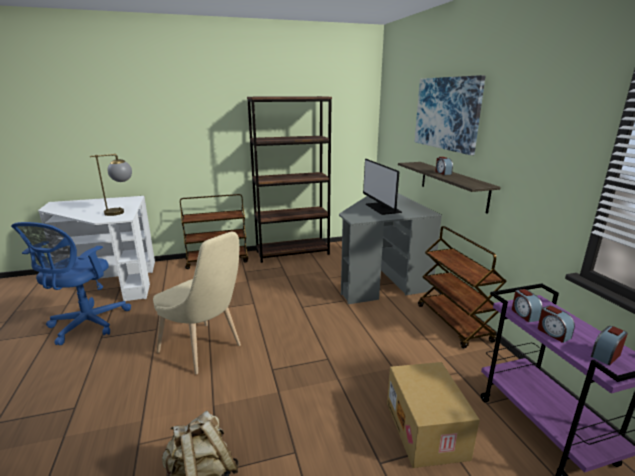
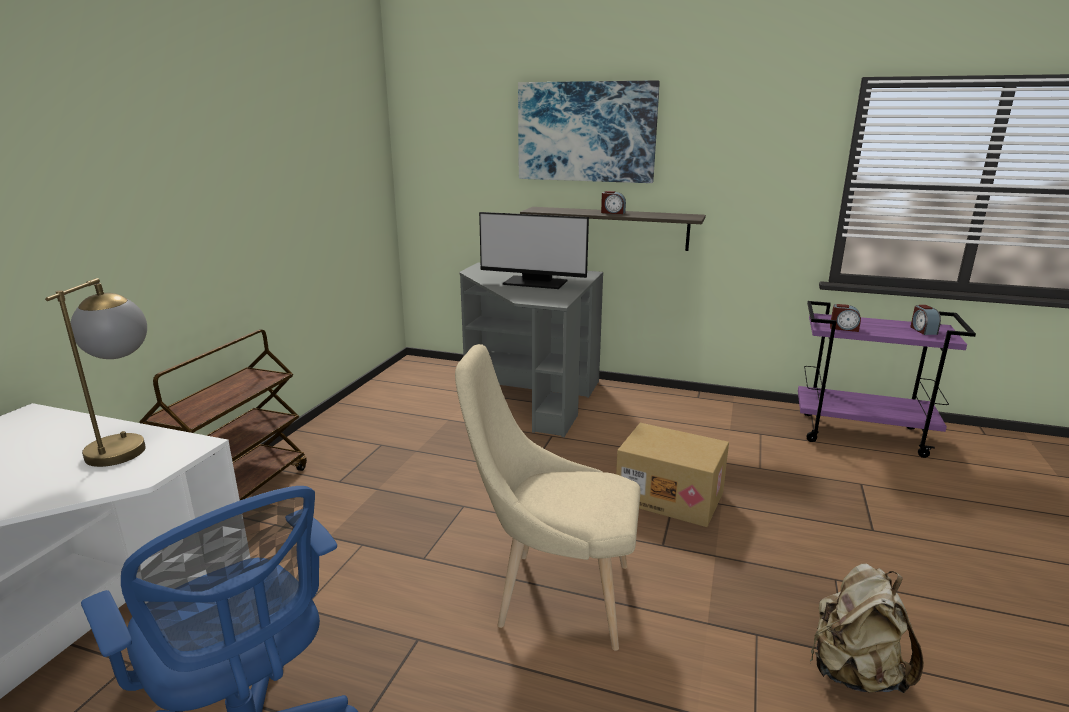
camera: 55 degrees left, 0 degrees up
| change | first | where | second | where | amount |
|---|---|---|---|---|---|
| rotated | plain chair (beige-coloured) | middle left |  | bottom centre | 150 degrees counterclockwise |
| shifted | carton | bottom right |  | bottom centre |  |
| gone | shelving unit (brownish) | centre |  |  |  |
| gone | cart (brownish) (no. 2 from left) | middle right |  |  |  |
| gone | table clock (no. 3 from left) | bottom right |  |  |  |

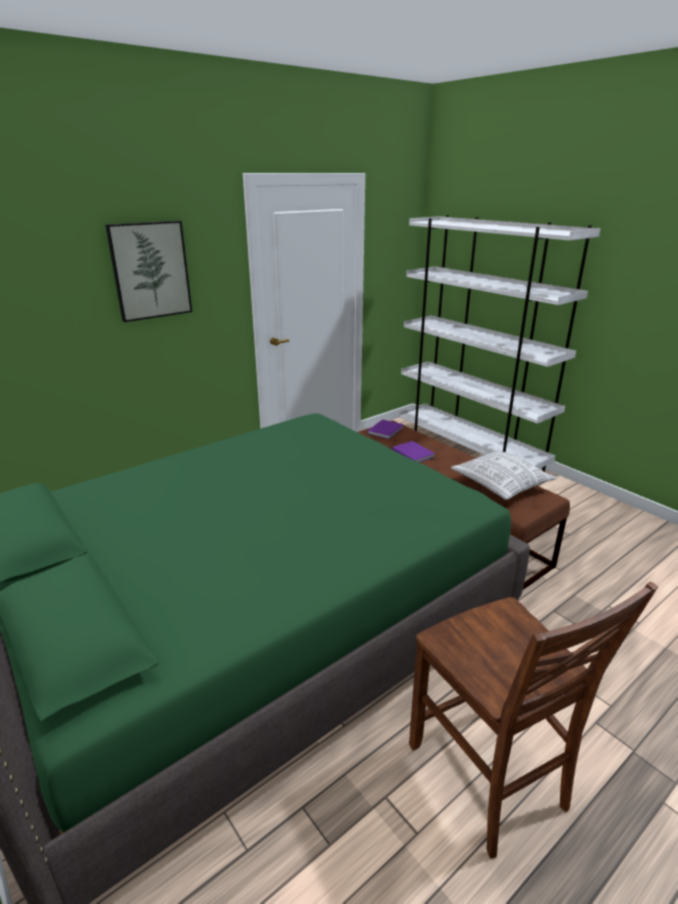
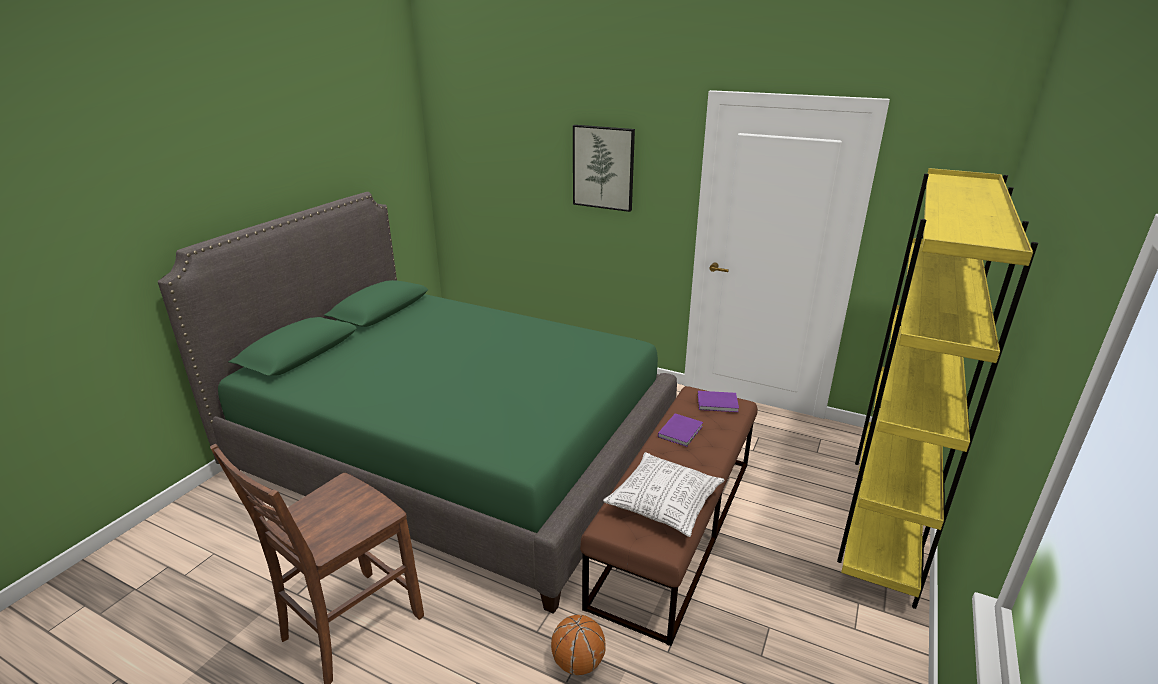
camera: 65 degrees right, 0 degrees up
| change | first | where | second | where | amount |
|---|---|---|---|---|---|
| new |  |  | basketball ball | bottom centre |  |
| repainted | shelving unit (whitish) | middle right | shelving unit (yellow-coloured) | middle right |  |

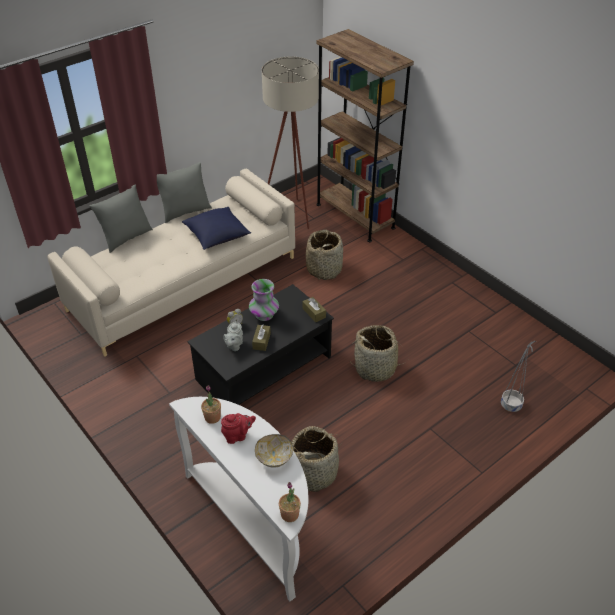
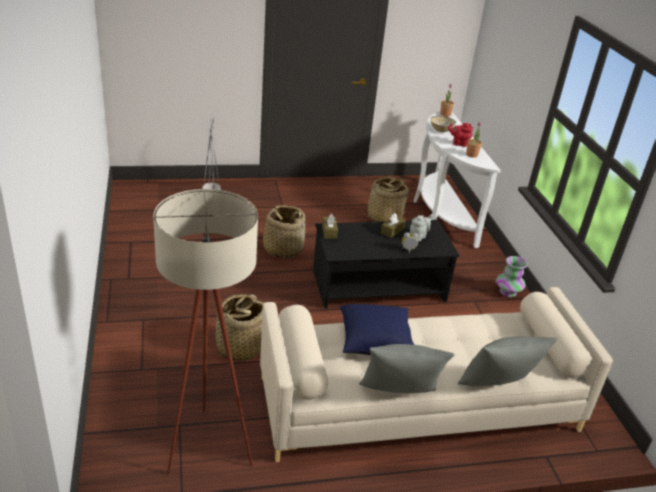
camera: 155 degrees left, 10 degrees down
| change | first | where | second | where | amount |
|---|---|---|---|---|---|
| shifted | vase | centre |  | middle right |  |
| gone | shelving unit (brownish) | top centre |  |  |  |

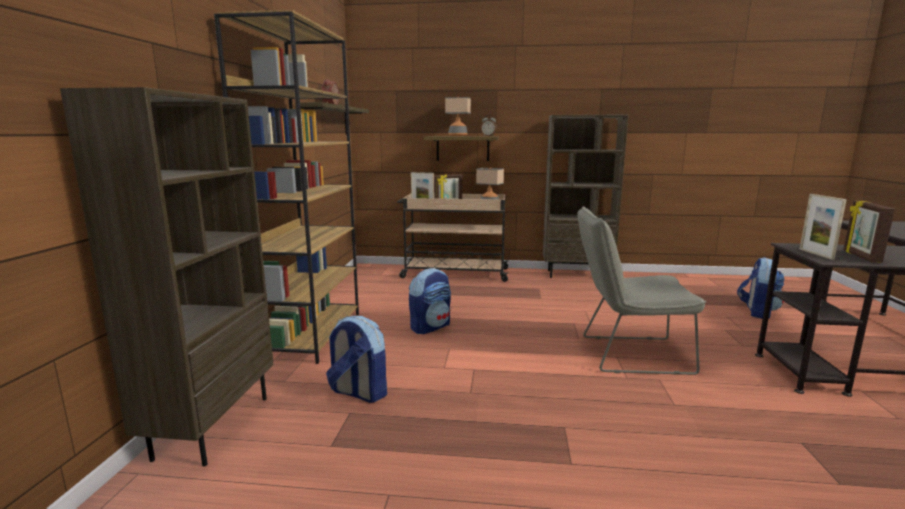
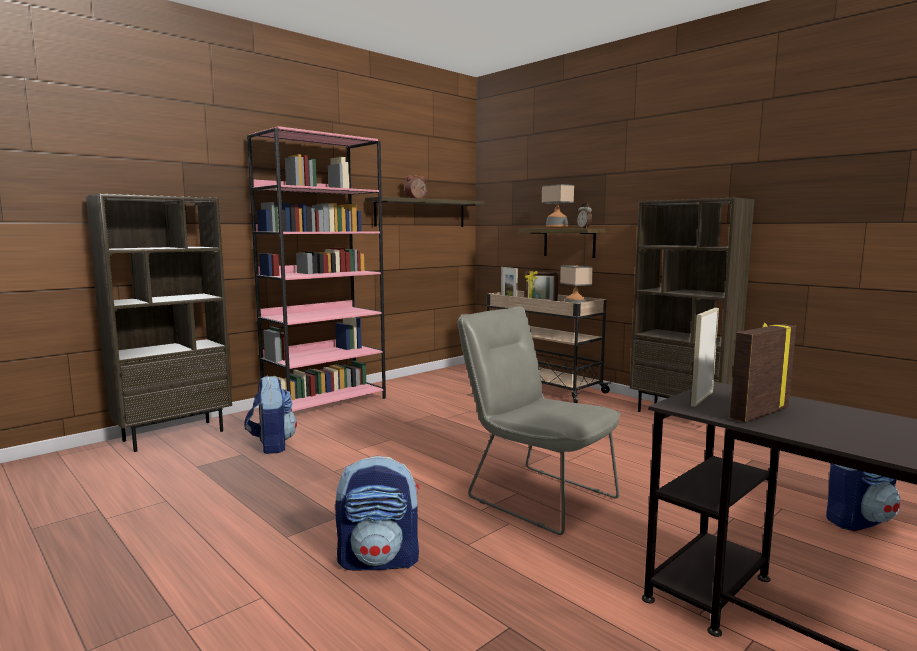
camera: 40 degrees right, 5 degrees down
| change | first | where | second | where | amount |
|---|---|---|---|---|---|
| repainted | shelving unit (brownish) (no. 2 from left) | middle left | shelving unit (pinkish) | centre |  |
| shifted | rucksack (no. 2 from left) | centre |  | bottom centre |  |

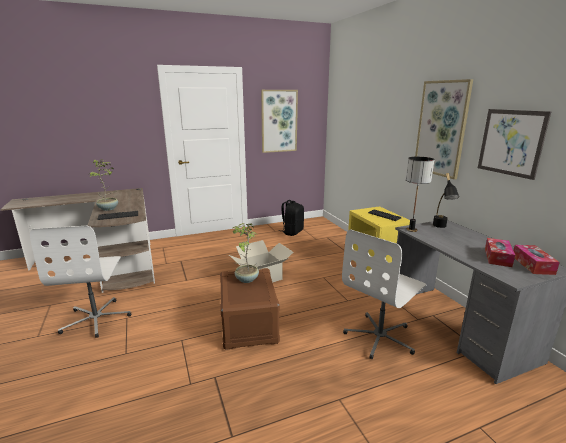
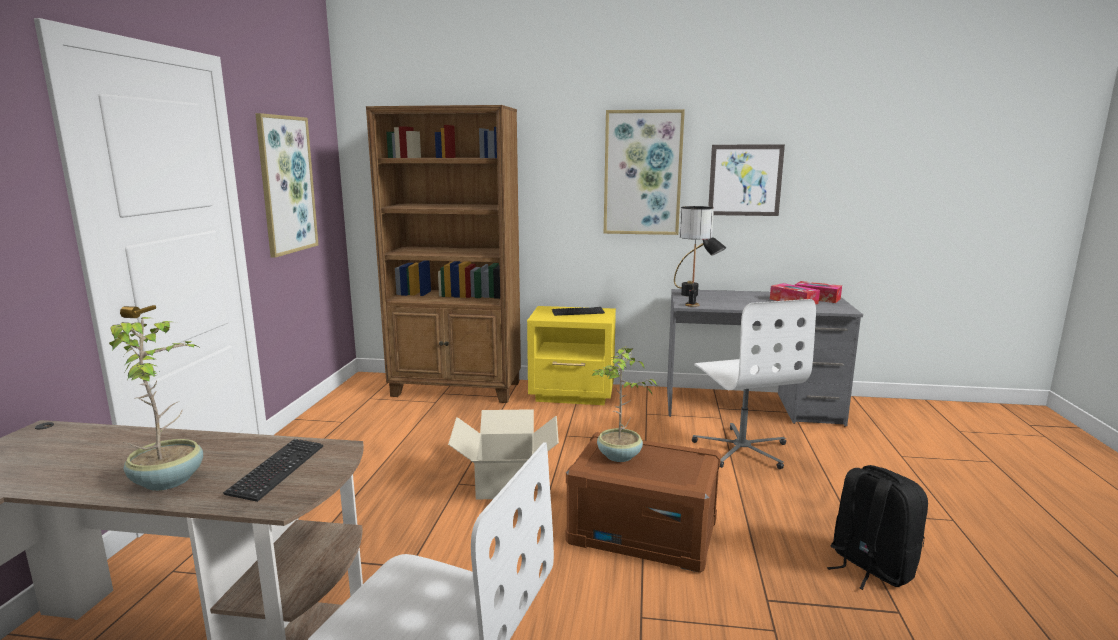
camera: 60 degrees left, 5 degrees down
| change | first | where | second | where | amount |
|---|---|---|---|---|---|
| new |  |  | shelving unit (brownish) | centre |  |
| shifted | rucksack (black) | centre |  | bottom right |  |

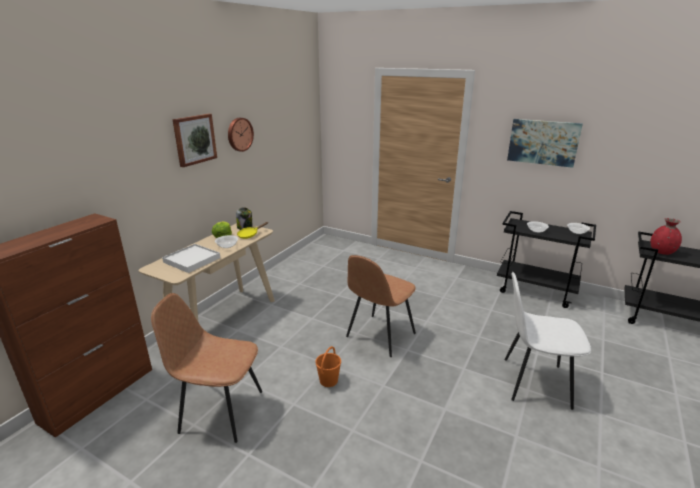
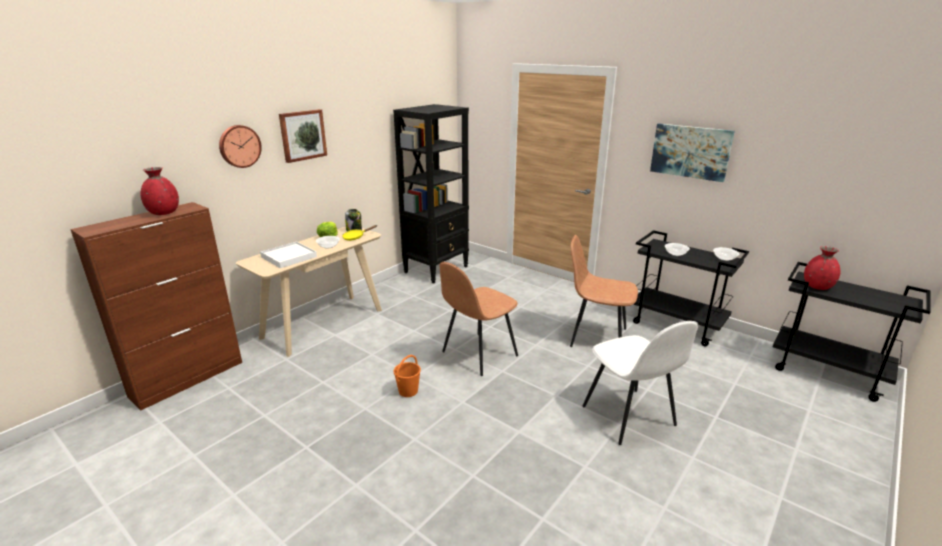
camera: 10 degrees right, 0 degrees up
| change | first | where | second | where | amount |
|---|---|---|---|---|---|
| new |  |  | vase (red-coloured) (no. 1 from left) | middle left |  |
| shifted | wall clock | top centre |  | top left |  |
| new |  |  | shelving unit (black) | centre |  |
| shifted | plain chair (brownish) (no. 1 from left in the first image) | bottom left | plain chair (brownish) (no. 2 from left) | centre |  |
| rotated | plain chair (whitish) | bottom right |  | bottom right | 135 degrees counterclockwise |

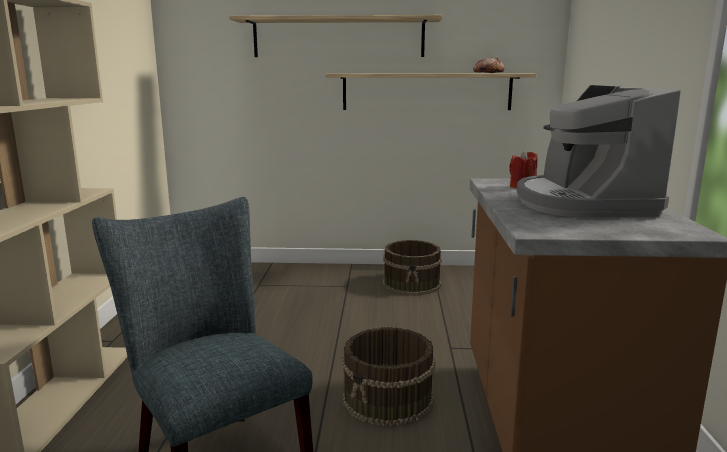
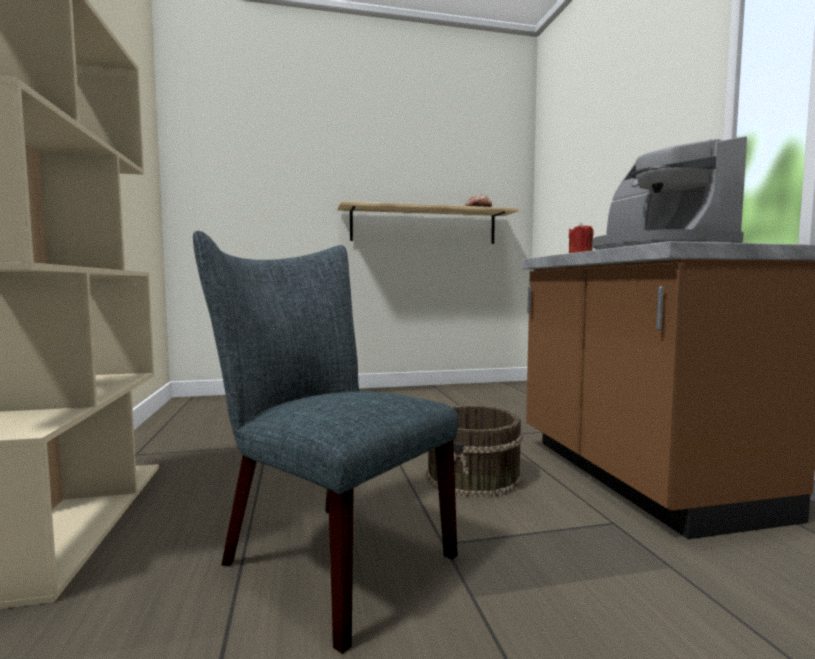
camera: 15 degrees left, 10 degrees down
| change | first | where | second | where | amount |
|---|---|---|---|---|---|
| gone | shelf (no. 1 from left) | top centre |  |  |  |
| gone | water bucket (brownish) (no. 2 from left) | centre |  |  |  |

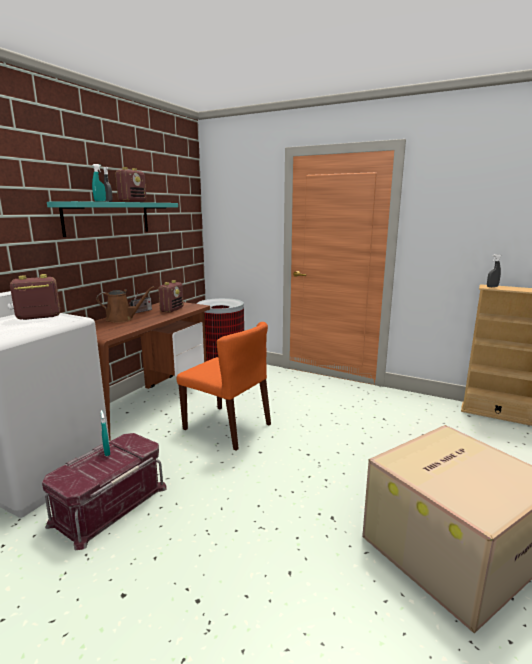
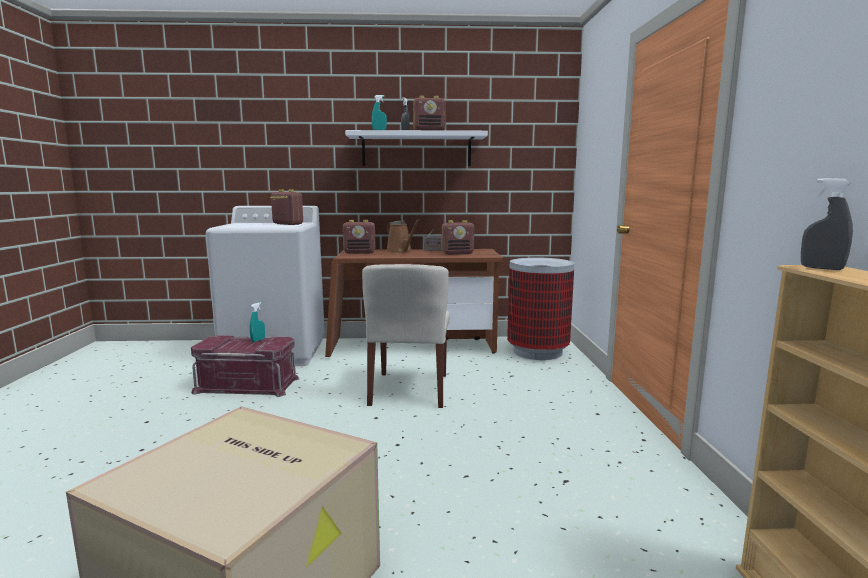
camera: 60 degrees right, 5 degrees down
| change | first | where | second | where | amount |
|---|---|---|---|---|---|
| new |  |  | radio set (no. 2 from left) | centre |  |
| repainted | shelf (blue-green) | top left | shelf (whitish) | top centre |  |
| repainted | plain chair (orange) | centre | plain chair (beige-coloured) | centre |  |

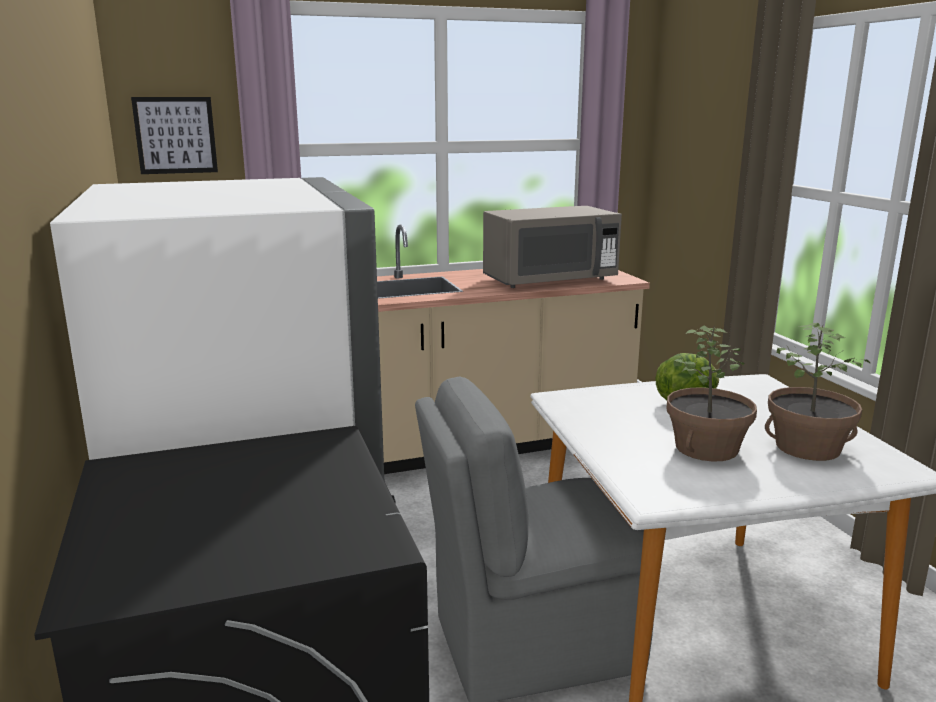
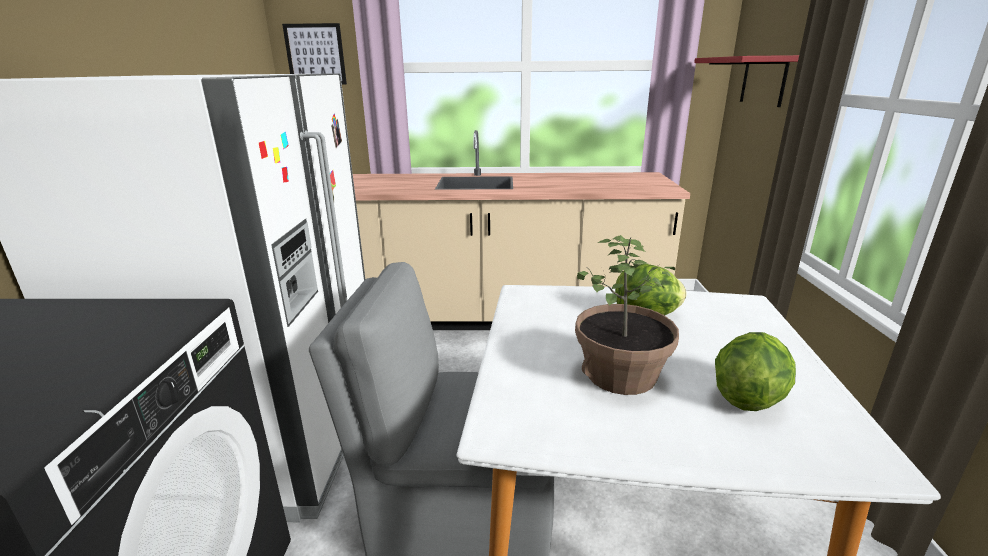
camera: 20 degrees right, 5 degrees up
| change | first | where | second | where | amount |
|---|---|---|---|---|---|
| new |  |  | shelf (red-coloured) | top right |  |
| swapped | plant in a pot (no. 2 from left) | middle right | lettuce (no. 2 from left) | bottom right |  |
| gone | kitchen microwave (greyish) | centre |  |  |  |

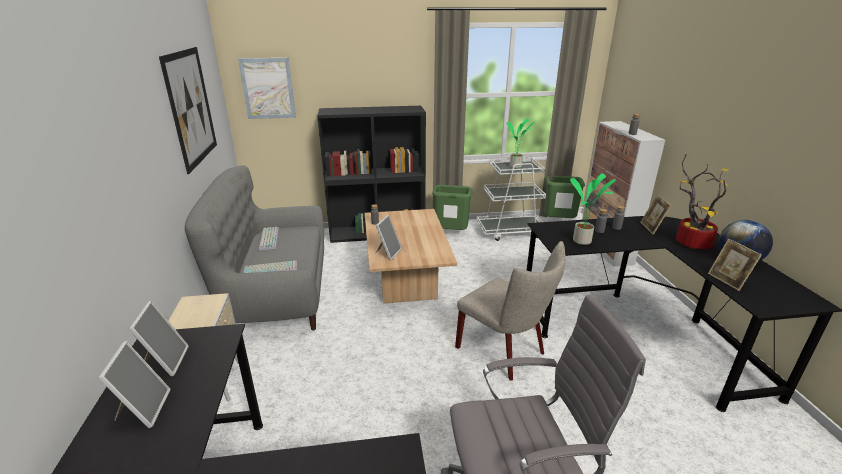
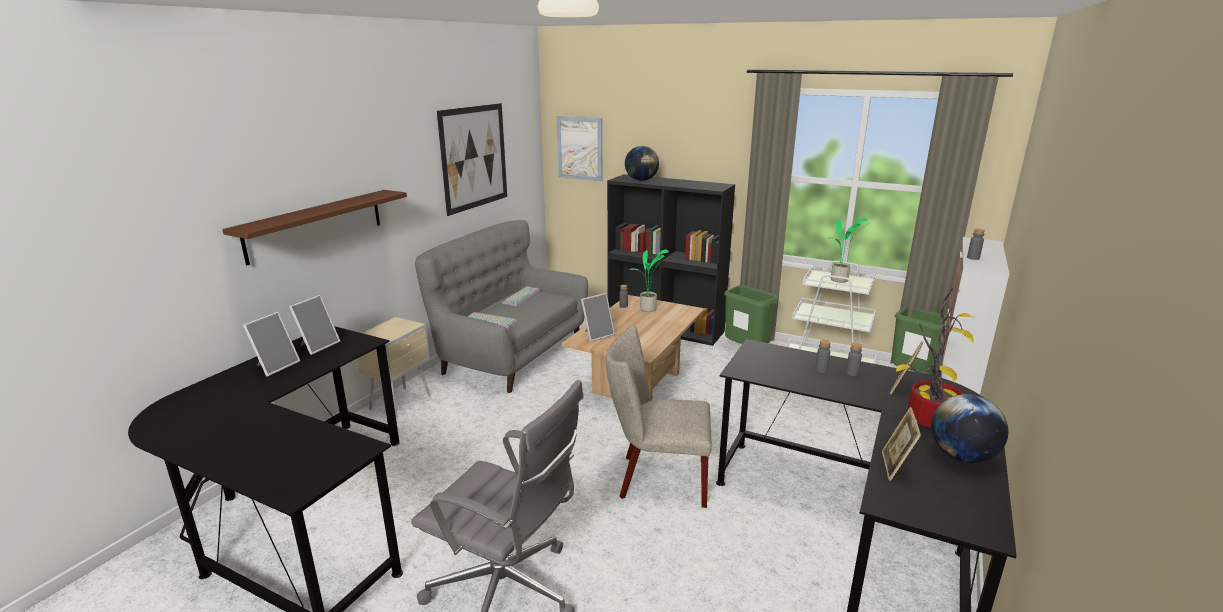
camera: 35 degrees right, 5 degrees down
| change | first | where | second | where | amount |
|---|---|---|---|---|---|
| new |  |  | shelf (brownish) | middle left |  |
| rotated | plain chair (beige-coloured) | centre |  | bottom centre | 105 degrees clockwise |
| new |  |  | desk globe (no. 1 from left) | top centre |  |
| shifted | plant in a pot (no. 2 from left in the first image) | middle right | plant in a pot (no. 1 from left) | centre |  |

